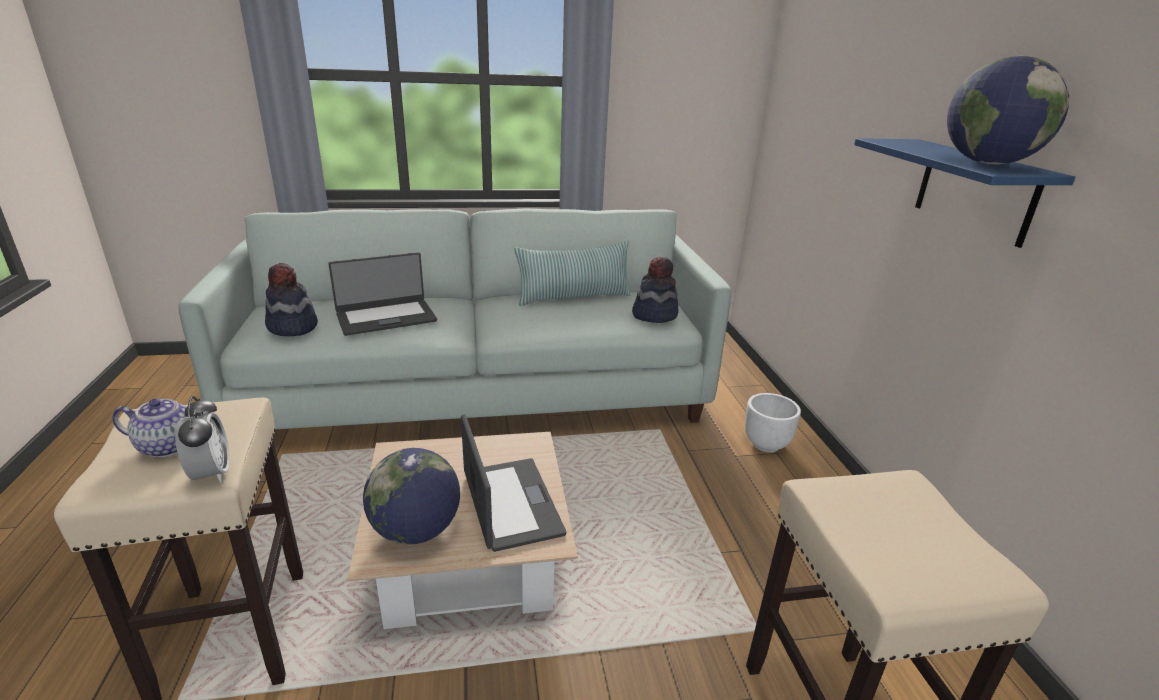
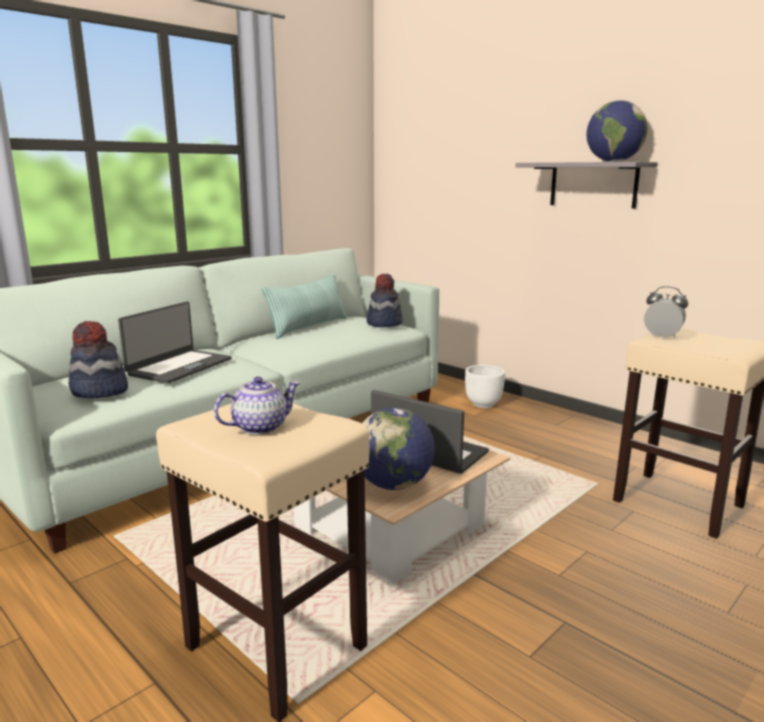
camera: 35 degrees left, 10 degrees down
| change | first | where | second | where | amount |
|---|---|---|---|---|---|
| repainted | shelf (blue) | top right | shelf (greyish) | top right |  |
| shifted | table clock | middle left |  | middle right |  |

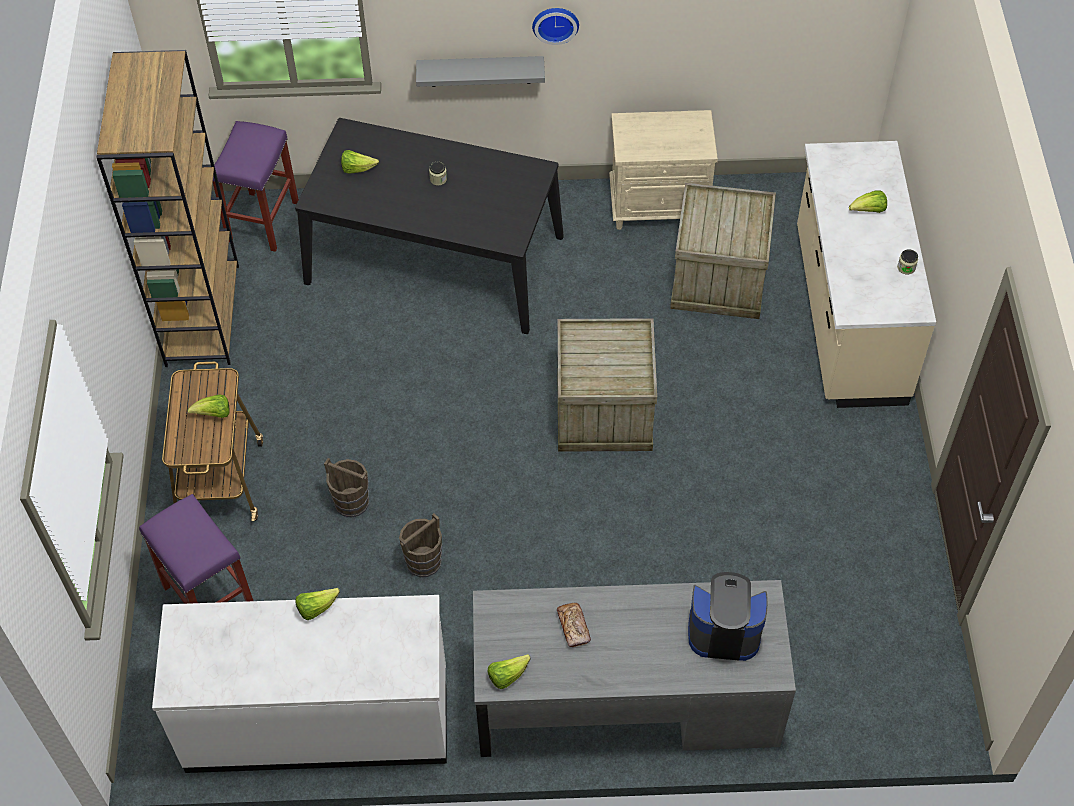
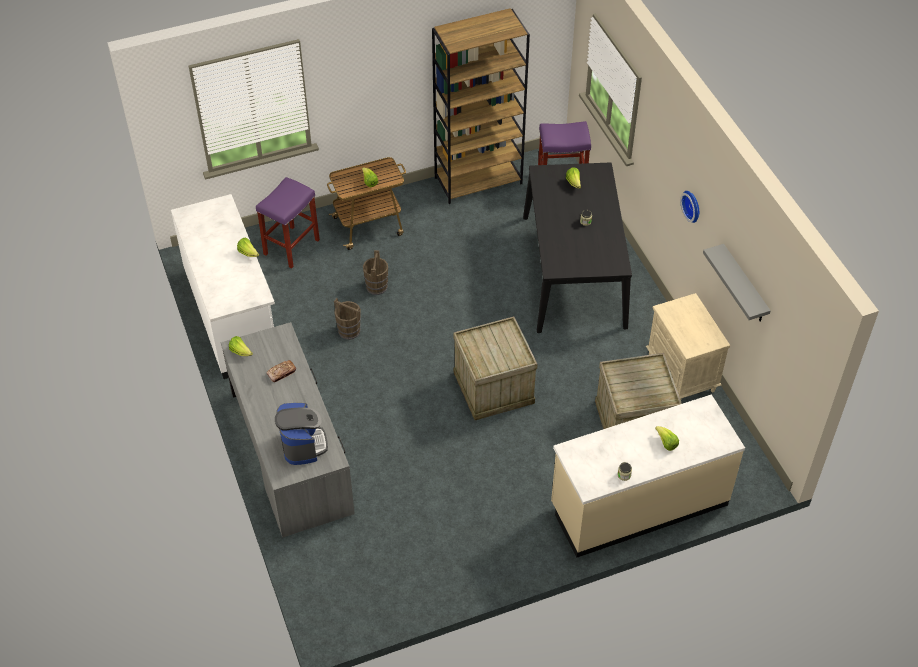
camera: 70 degrees right, 5 degrees down
| change | first | where | second | where | amount |
|---|---|---|---|---|---|
| shifted | shelf (greyish) | top centre |  | middle right |  |

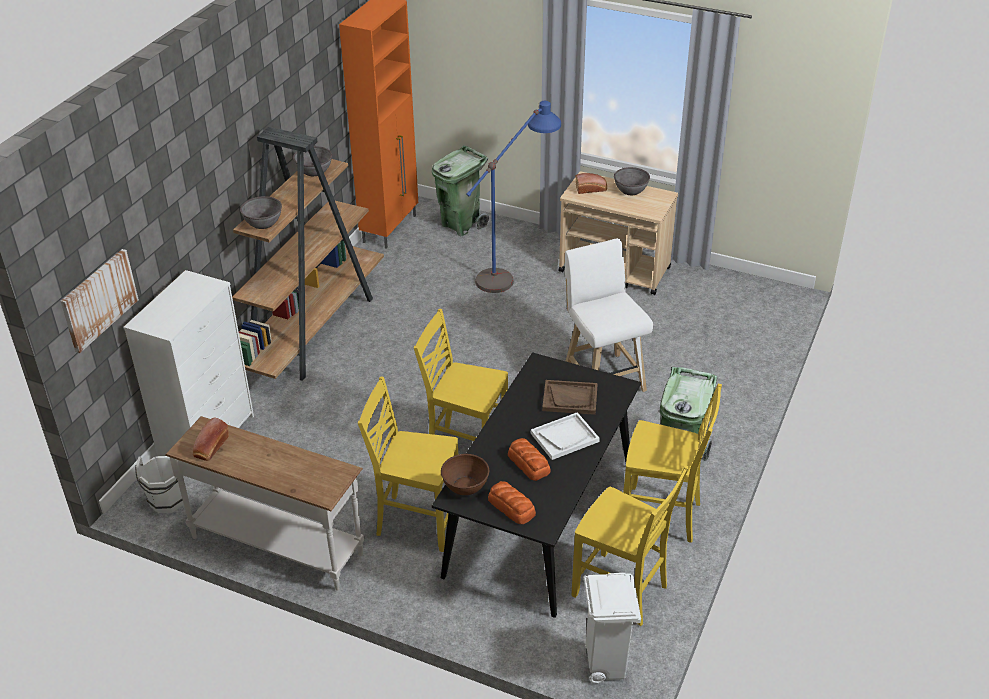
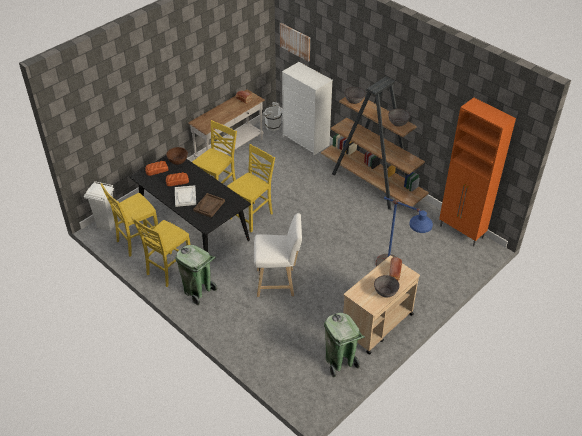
camera: 110 degrees right, 5 degrees up
| change | first | where | second | where | amount |
|---|---|---|---|---|---|
| shifted | rubbish bin (green-coloured) (no. 1 from left in the first image) | top centre | rubbish bin (green-coloured) (no. 2 from left) | bottom centre |  |

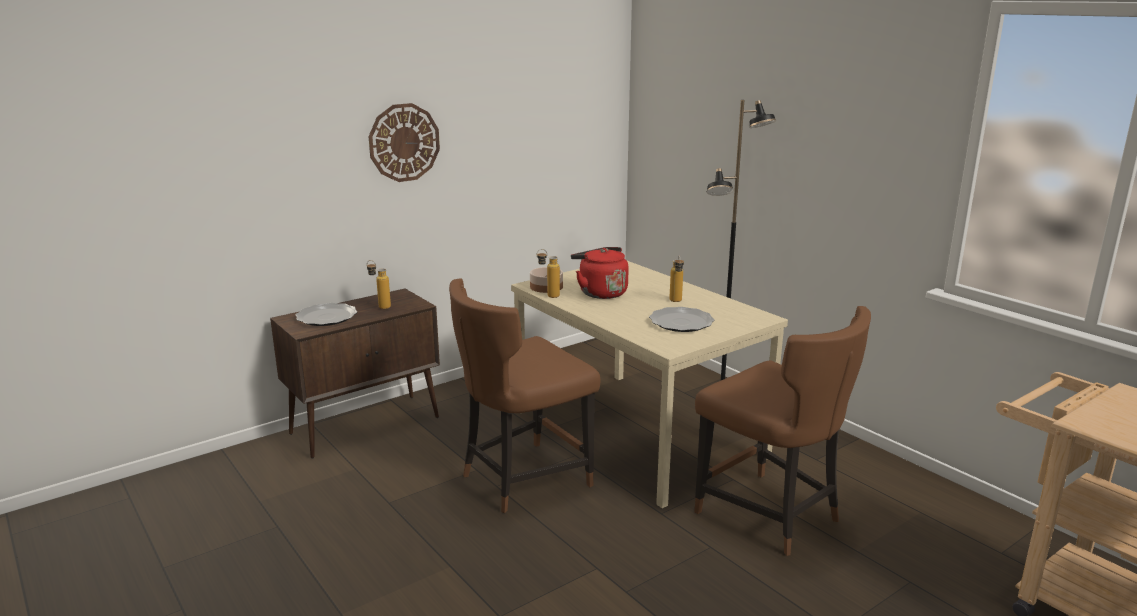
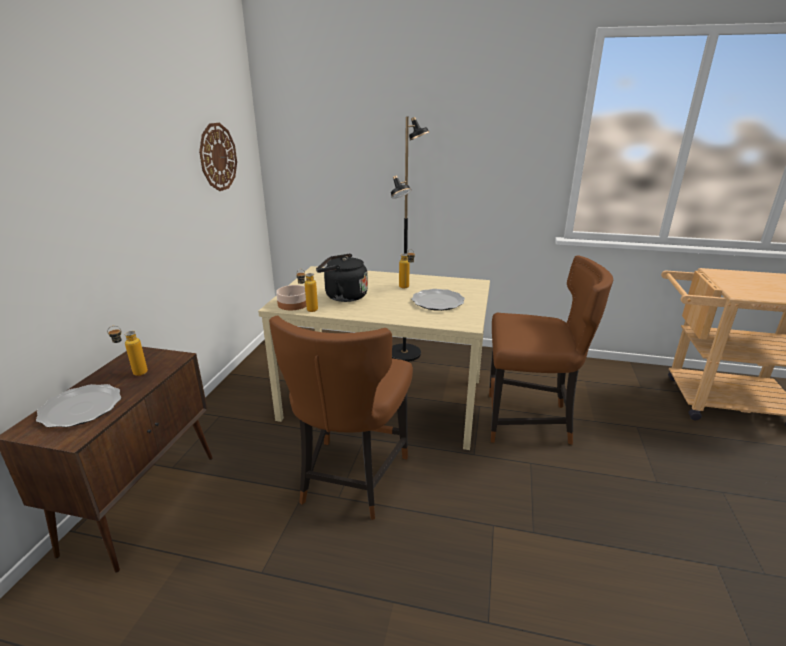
camera: 40 degrees left, 5 degrees up
| change | first | where | second | where | amount |
|---|---|---|---|---|---|
| shifted | wall clock | top centre |  | top left |  |
| repainted | tea kettle (red-coloured) | centre | tea kettle (black) | centre |  |

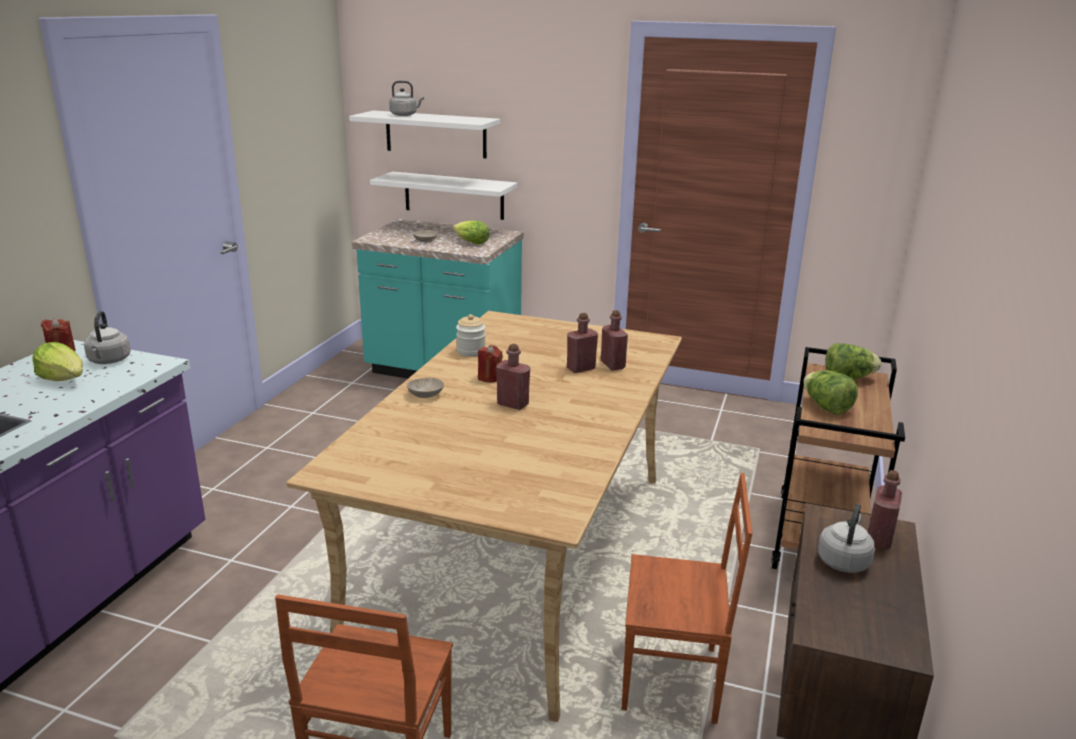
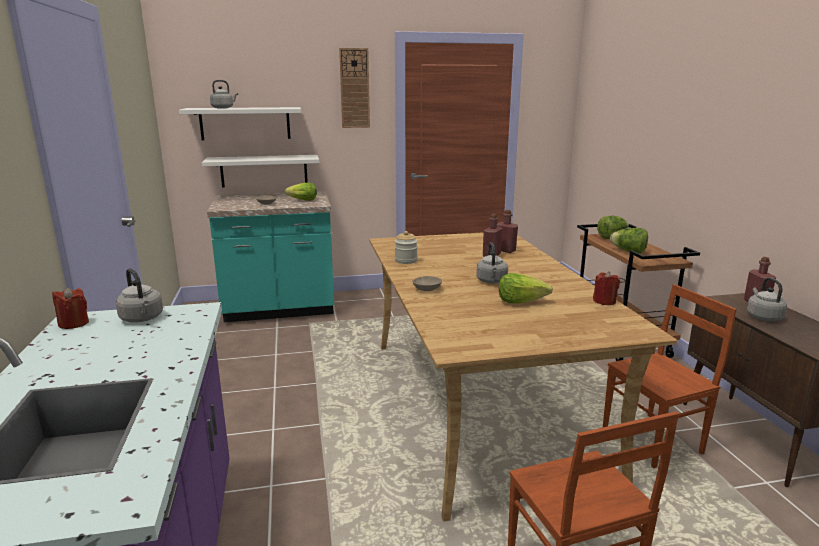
camera: 30 degrees left, 5 degrees down
| change | first | where | second | where | amount |
|---|---|---|---|---|---|
| new |  |  | wall clock | top centre |  |
| swapped | beverage bottle (red-coloured) (no. 1 from left) | centre | tea kettle (greyish) (no. 3 from left) | centre |  |
| shifted | lettuce (no. 1 from left in the first image) | middle left | lettuce (no. 2 from left) | centre |  |
| shifted | candle (red-coloured) (no. 2 from left) | centre |  | middle right |  |

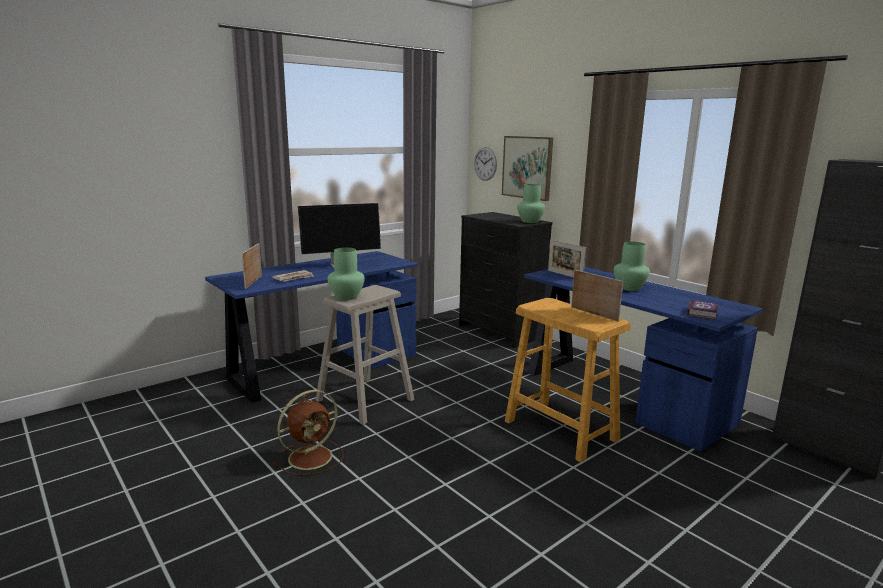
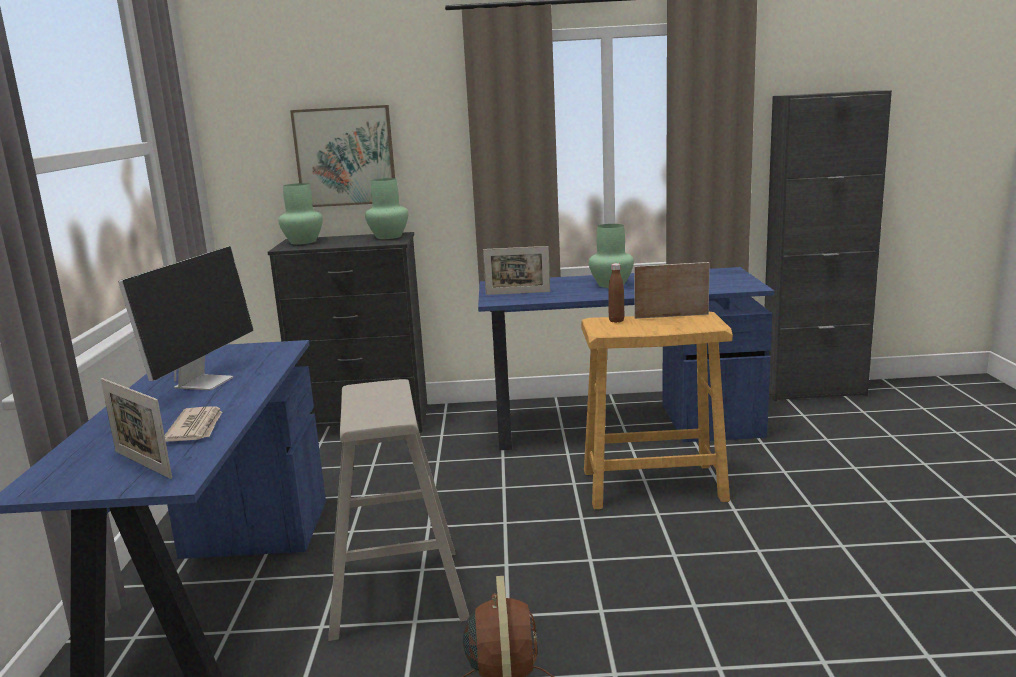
camera: 50 degrees left, 0 degrees up
| change | first | where | second | where | amount |
|---|---|---|---|---|---|
| shifted | vase (green-coloured) (no. 1 from left) | centre |  | top left |  |
| new |  |  | beverage bottle (brownish) | centre |  |
| gone | wall clock | top centre |  |  |  |
| gone | bound book | middle right |  |  |  |

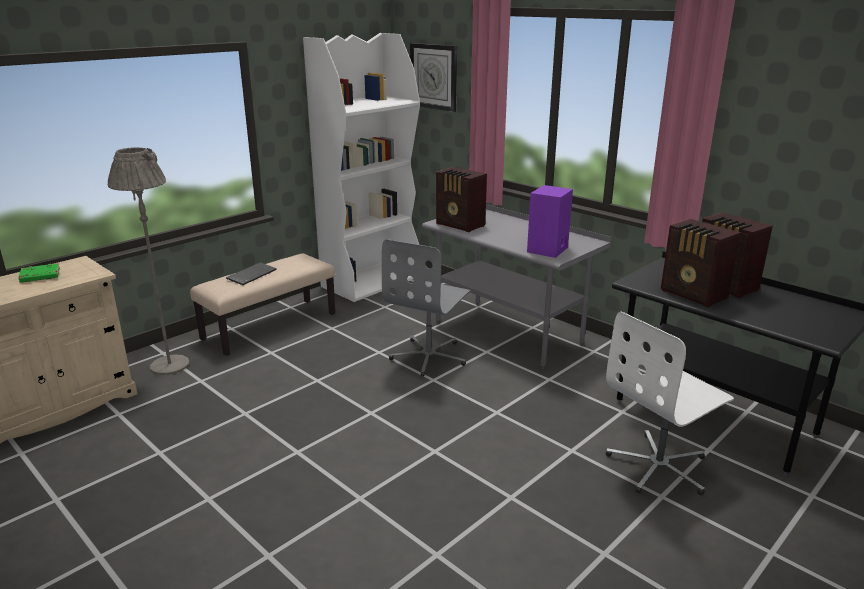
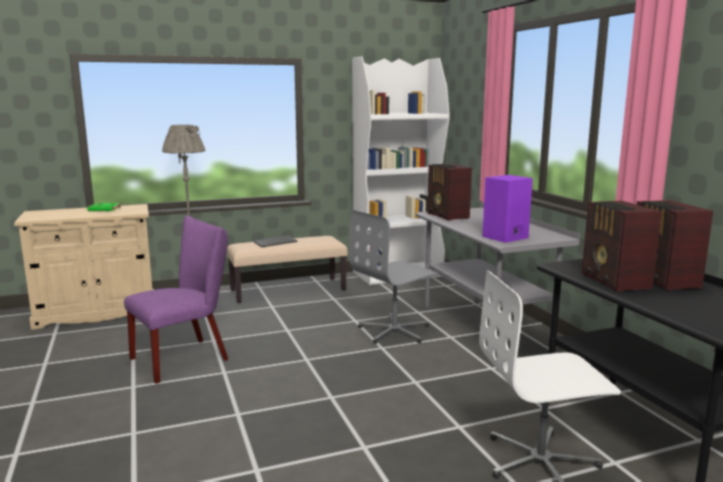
camera: 25 degrees right, 10 degrees down
| change | first | where | second | where | amount |
|---|---|---|---|---|---|
| new |  |  | plain chair (purplish) | middle left |  |
| gone | wall clock | top centre |  |  |  |

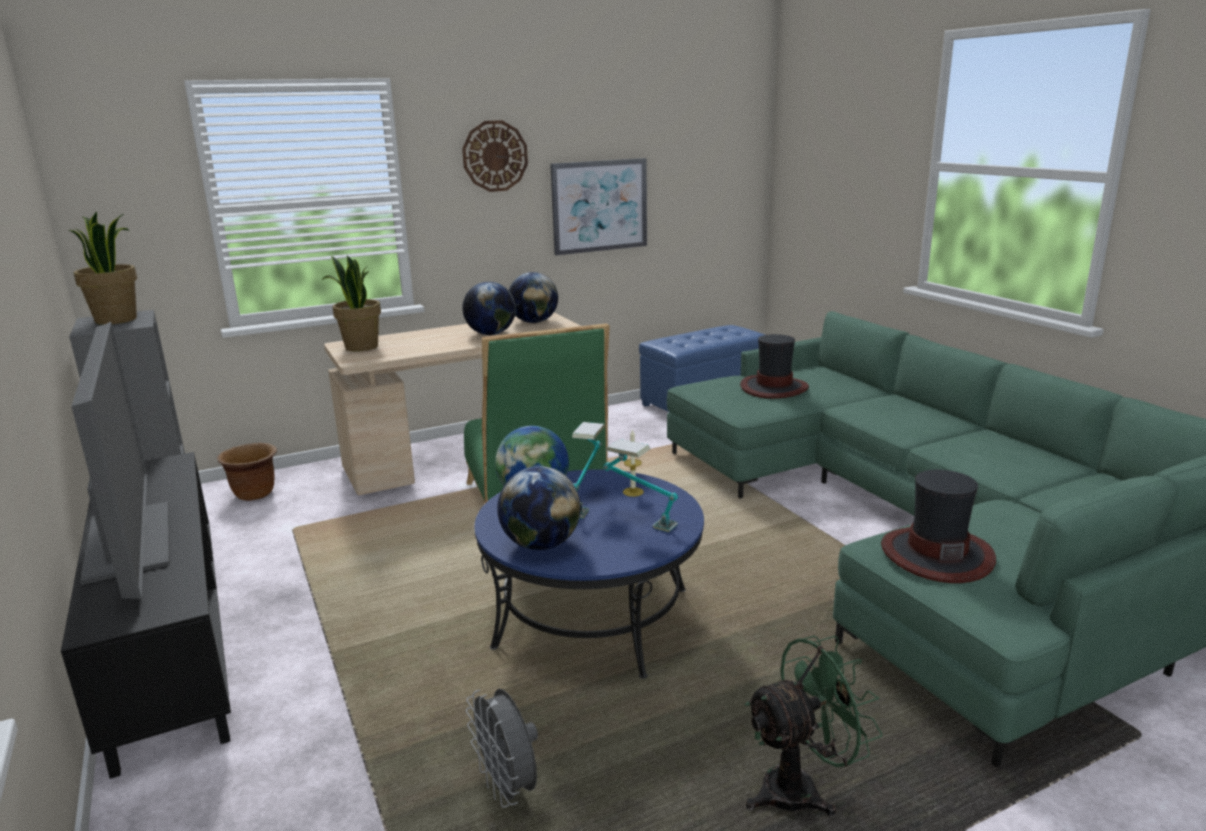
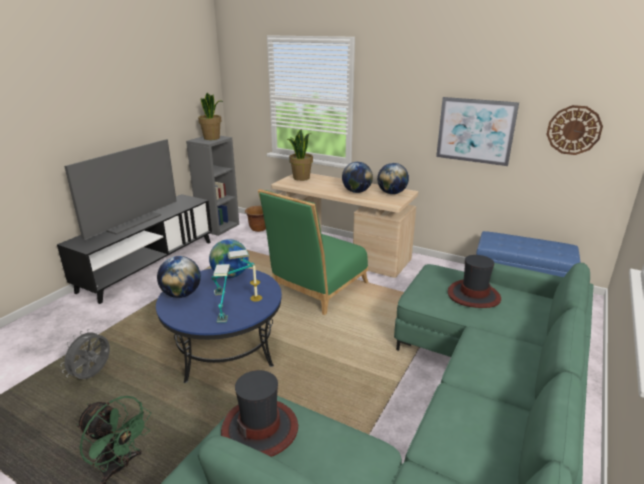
camera: 55 degrees right, 5 degrees up
| change | first | where | second | where | amount |
|---|---|---|---|---|---|
| shifted | wall clock | top centre |  | top right |  |

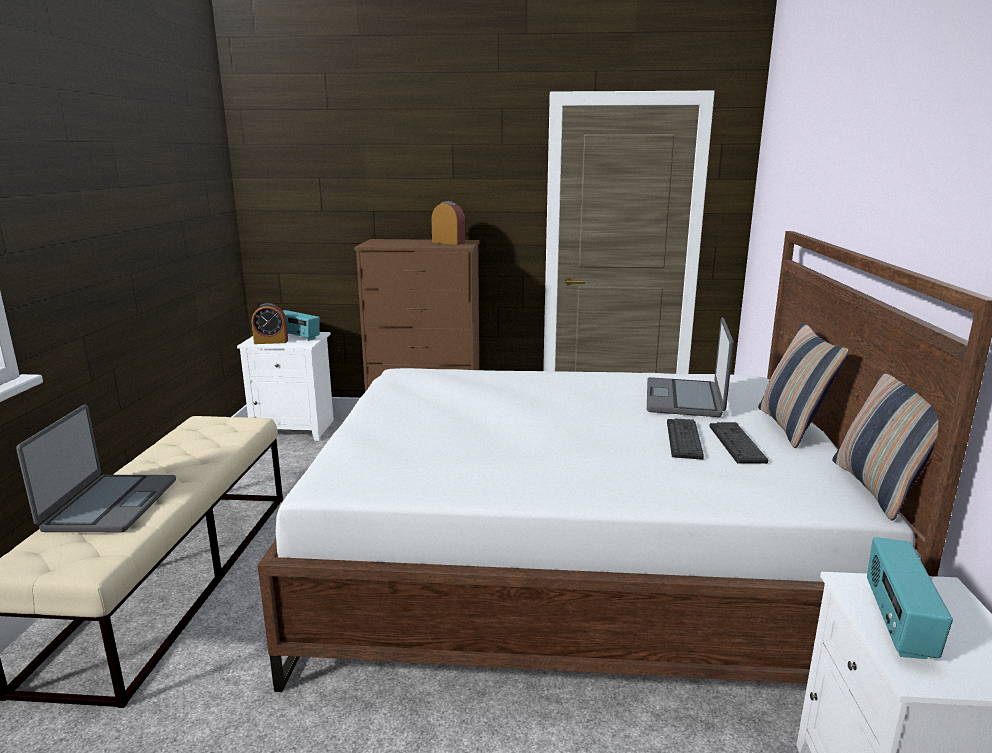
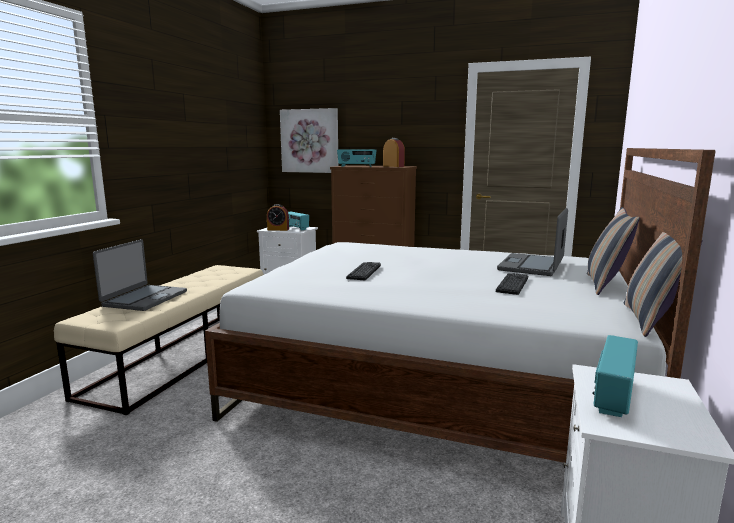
camera: 15 degrees right, 5 degrees down
| change | first | where | second | where | amount |
|---|---|---|---|---|---|
| new |  |  | wall picture | top centre |  |
| new |  |  | radio set (no. 2 from left) | top centre |  |
| shifted | PC keyboard (no. 2 from left in the first image) | middle right | PC keyboard (no. 1 from left) | centre |  |

